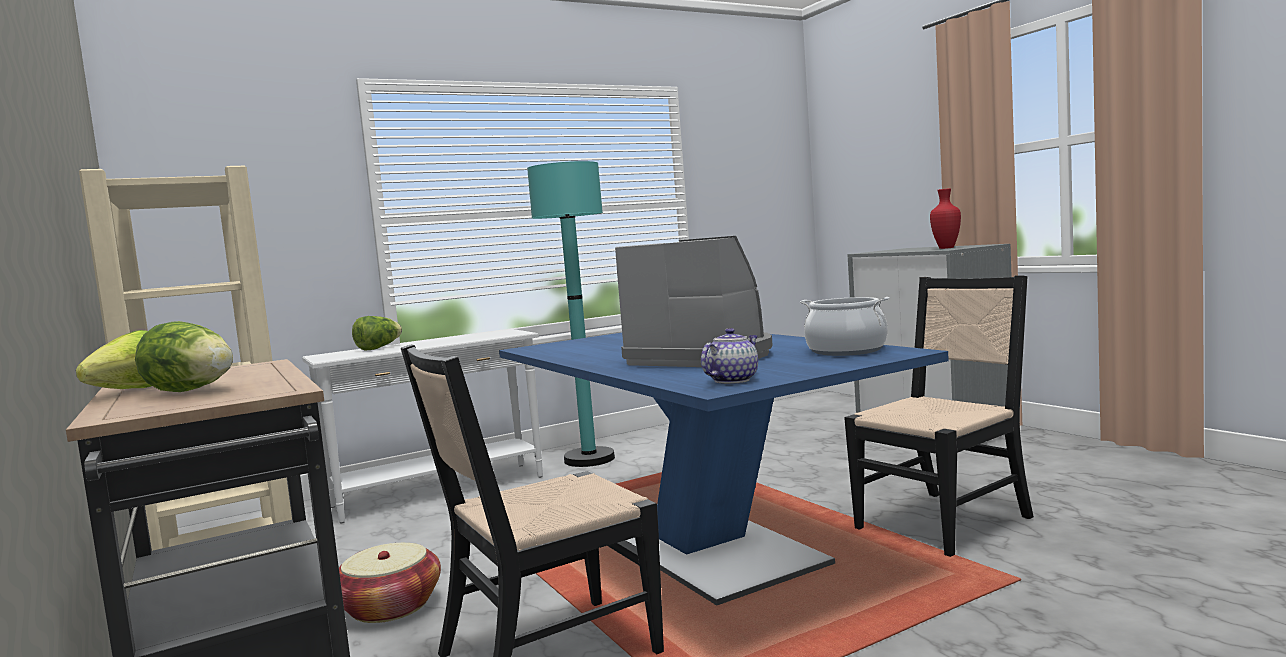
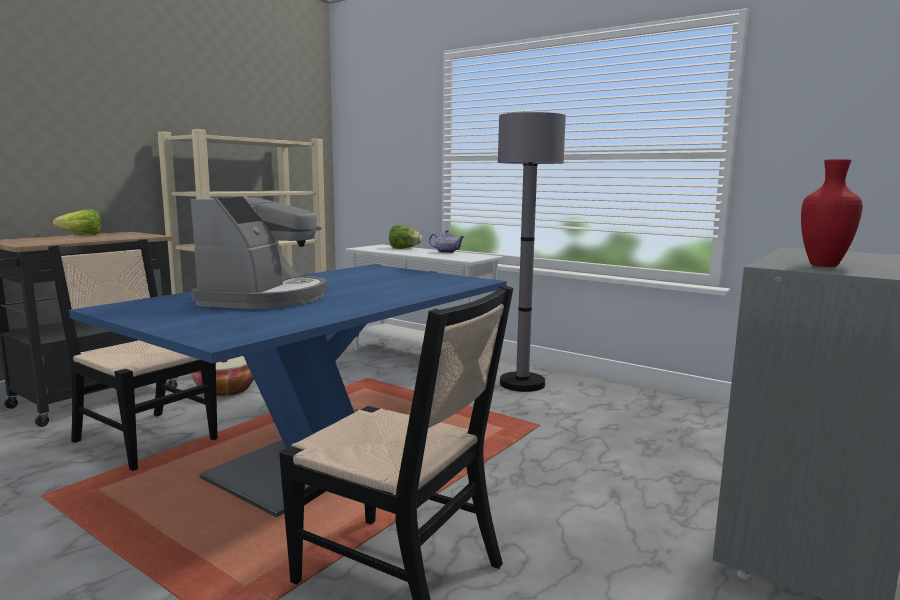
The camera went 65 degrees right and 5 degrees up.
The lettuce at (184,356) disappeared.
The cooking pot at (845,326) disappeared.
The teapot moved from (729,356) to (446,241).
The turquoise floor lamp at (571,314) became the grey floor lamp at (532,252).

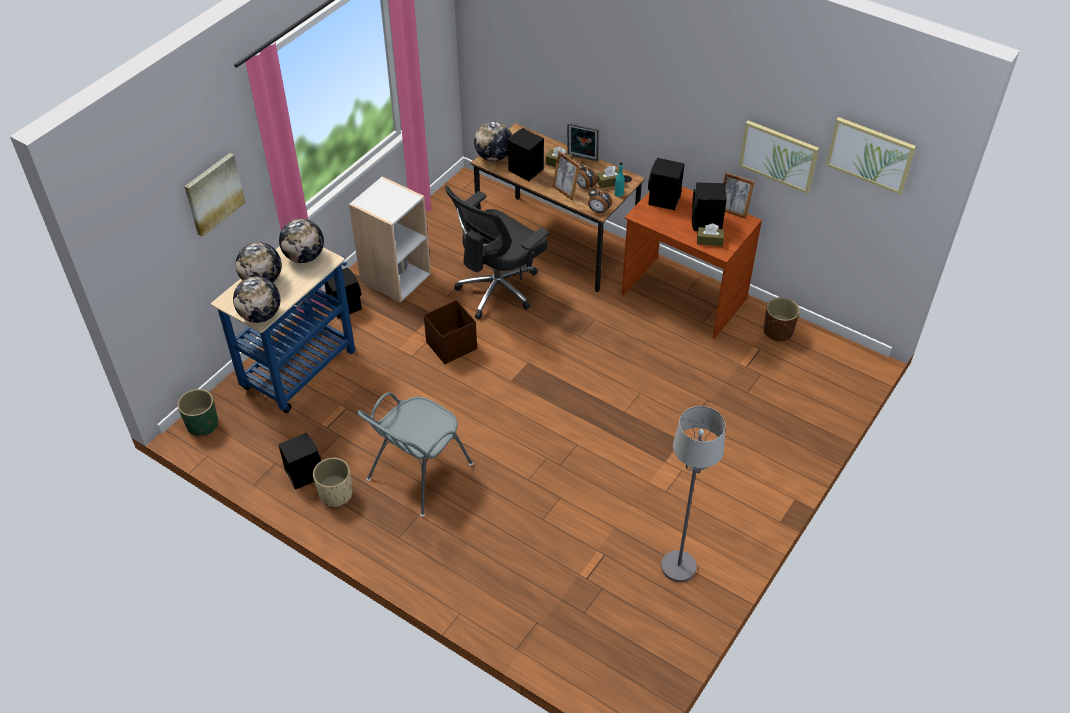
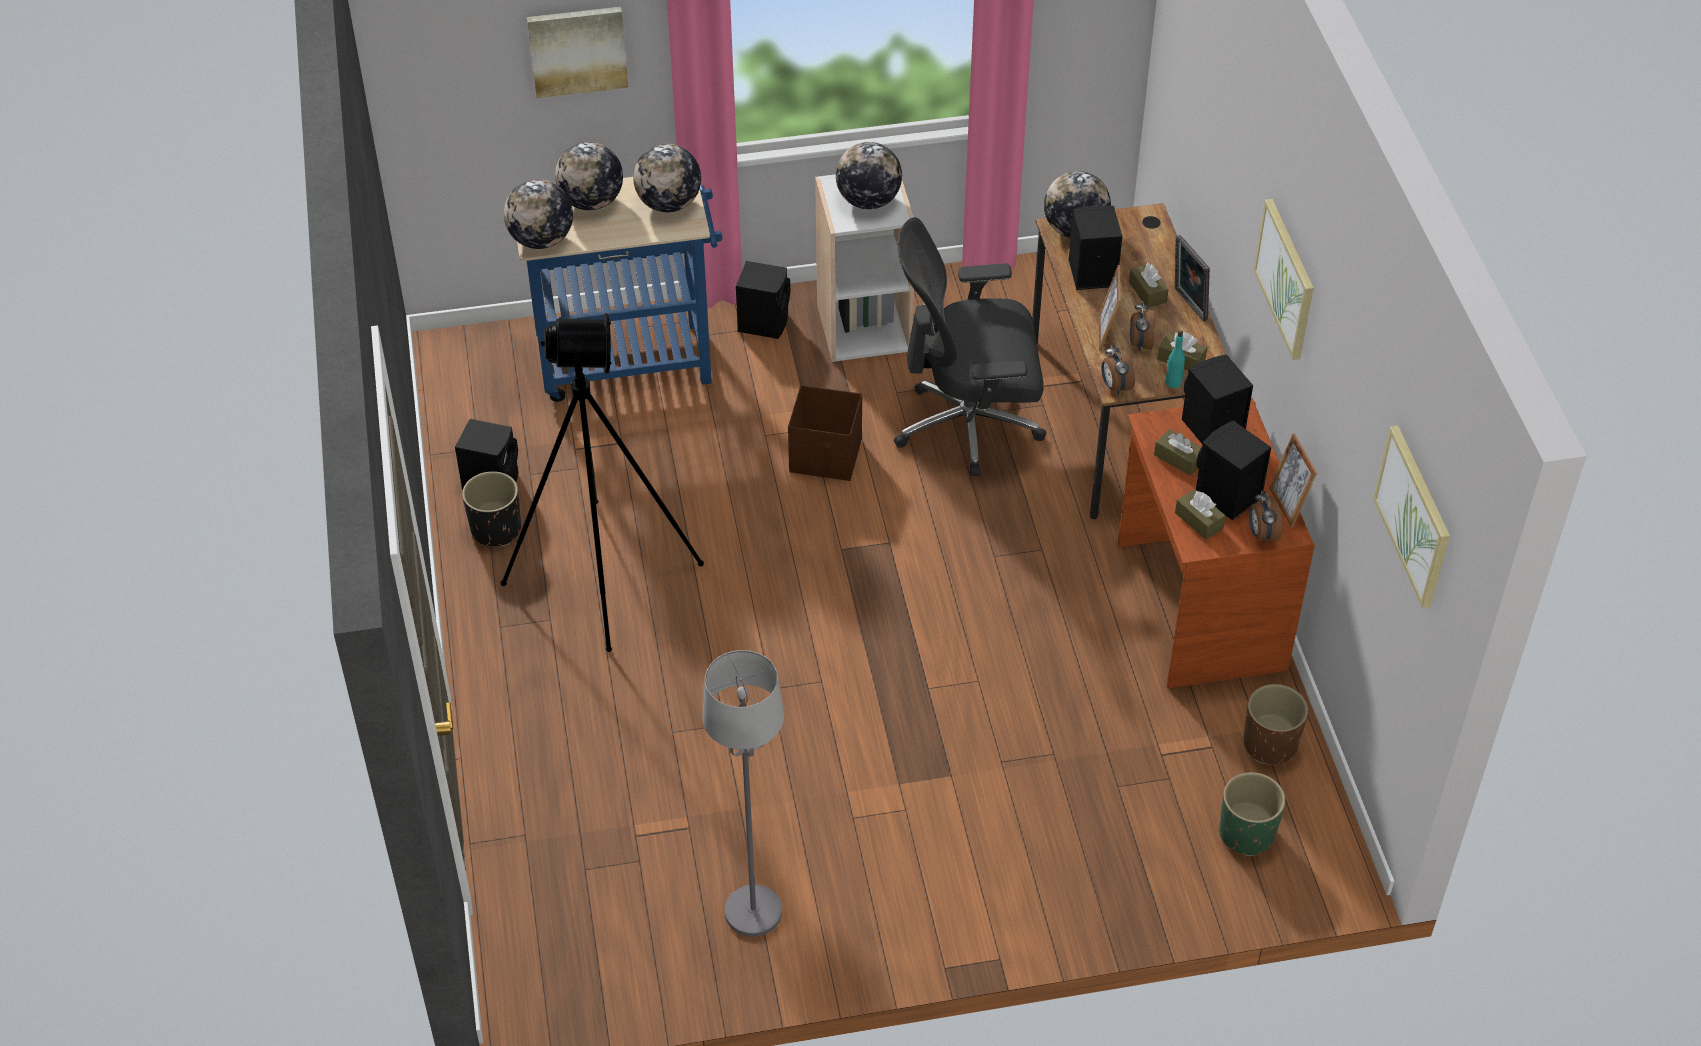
The camera went 45 degrees right and 0 degrees up.
The globe at (869,175) appeared.
The brown tissue box at (1177,452) appeared.
The alarm clock at (1266,517) appeared.
The green planter moved from (198,412) to (1252,814).
The picture moved from (779,157) to (1284,279).
The grey chair at (415,454) was replaced by the black floor lamp at (602,482).
The beige planter at (332,482) became the black planter at (491,509).

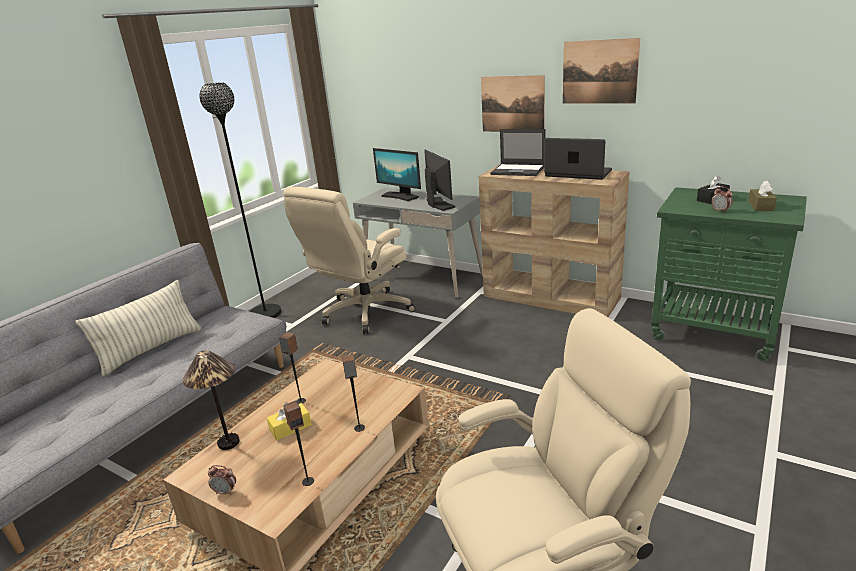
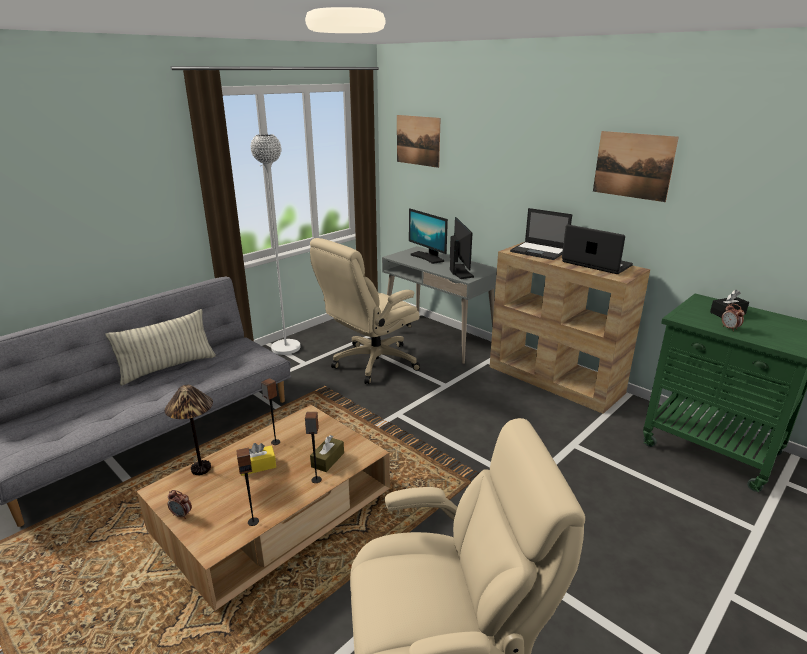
The camera went 10 degrees right and 0 degrees up.
The picture moved from (513,103) to (419,141).
The brown tissue box moved from (762,196) to (327,453).
The black floor lamp at (240,200) became the white floor lamp at (275,244).

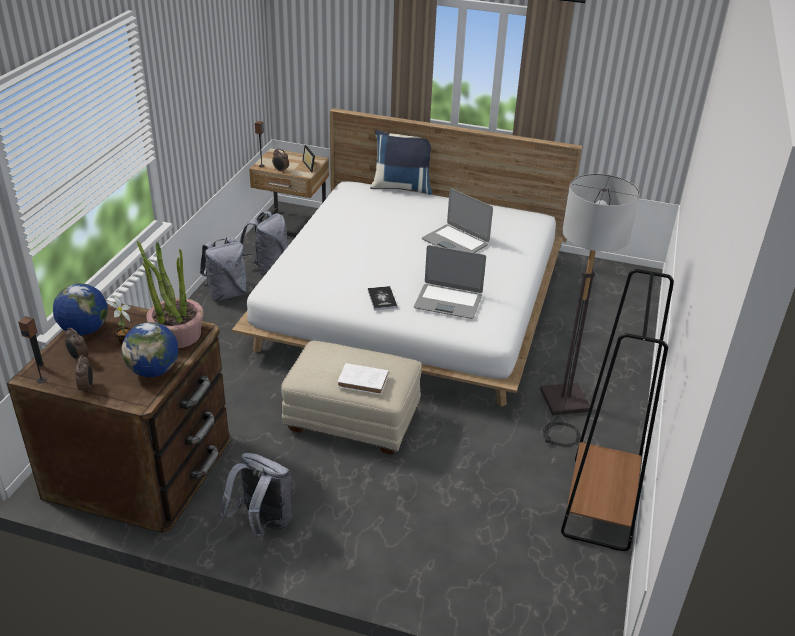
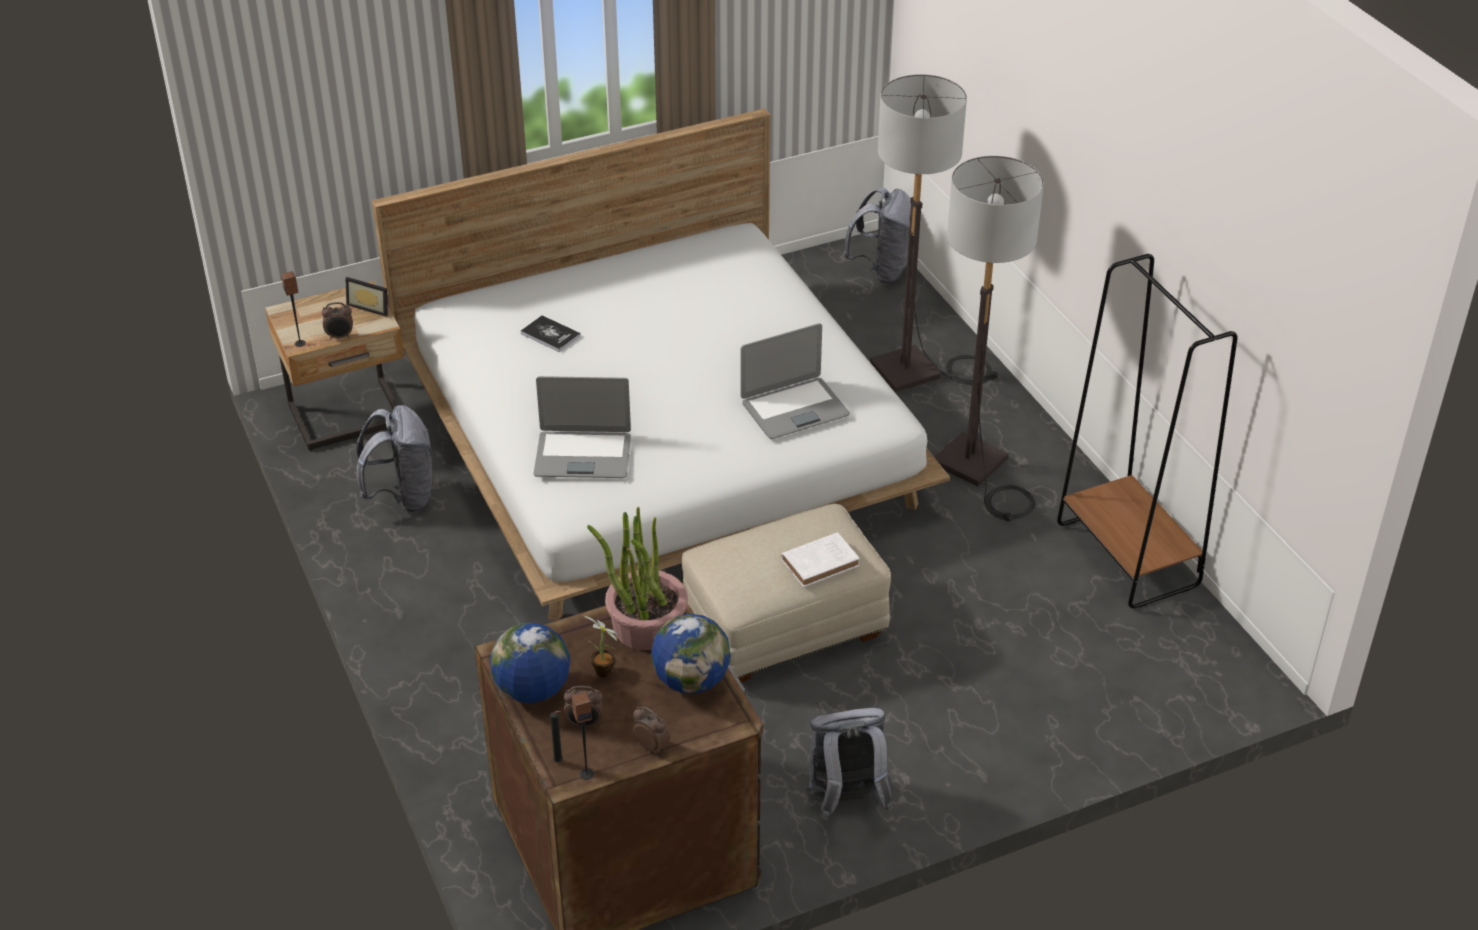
The camera went 40 degrees left and 5 degrees up.
The blue pillow at (401,162) disappeared.
The floor lamp at (934,233) appeared.
The grey backpack moved from (223,269) to (877,236).
The book moved from (382,298) to (551,333).
The laptop moved from (457,220) to (582,427).

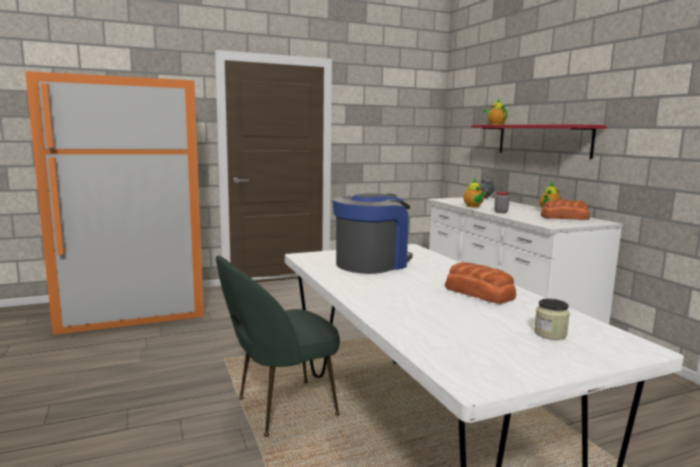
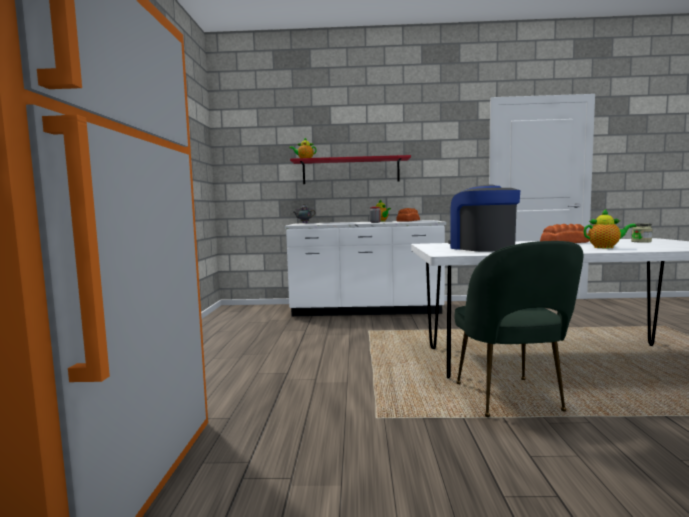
The camera went 65 degrees left and 5 degrees down.
The teapot moved from (474,193) to (609,228).

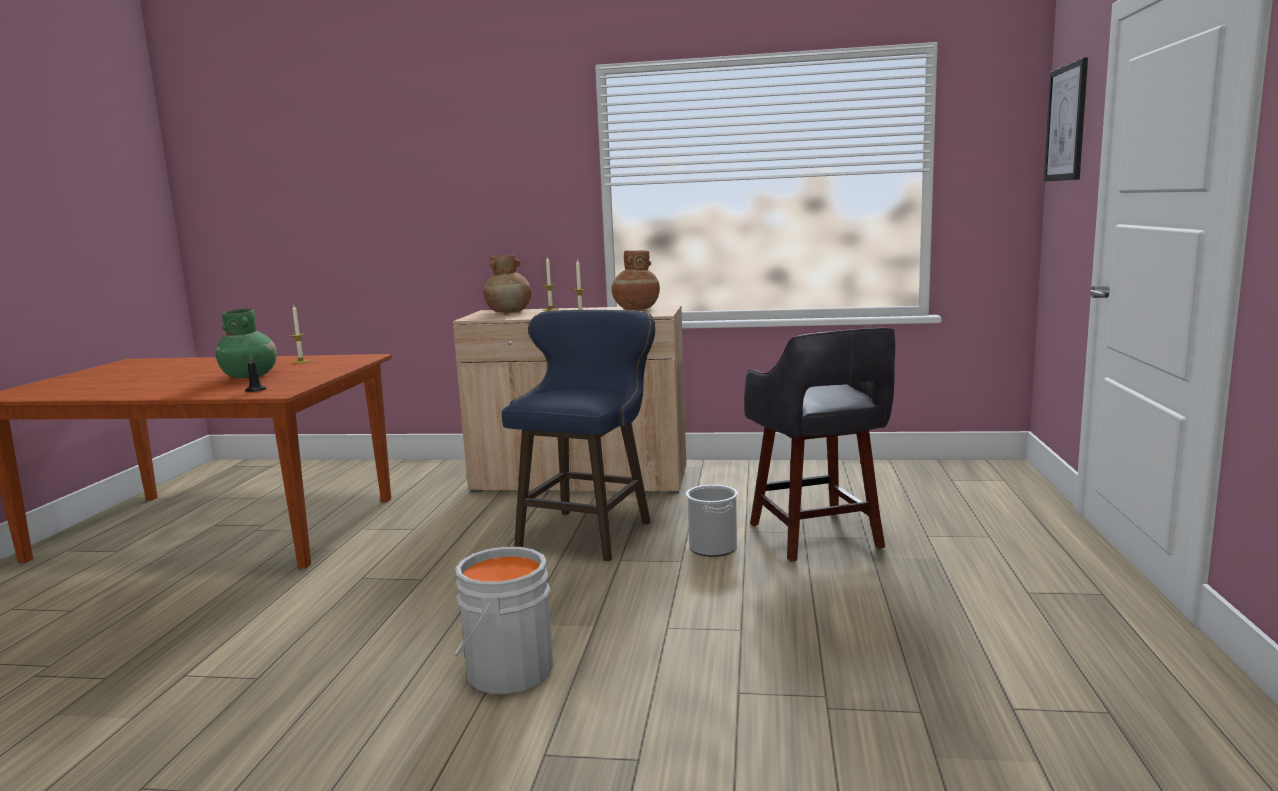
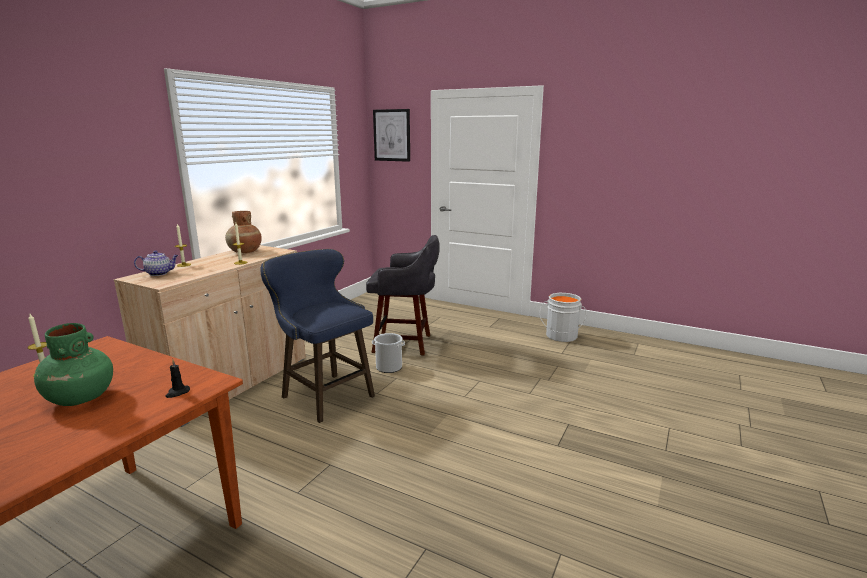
The camera went 70 degrees left and 5 degrees up.
The grey bucket moved from (503,620) to (563,317).
The brown vase at (507,283) was replaced by the teapot at (156,263).

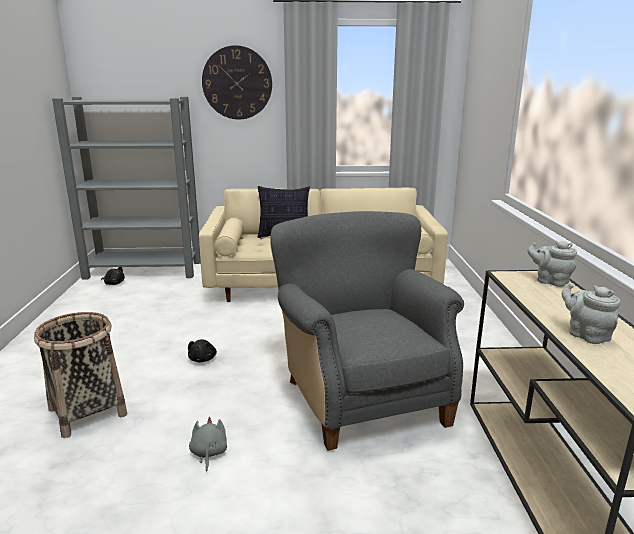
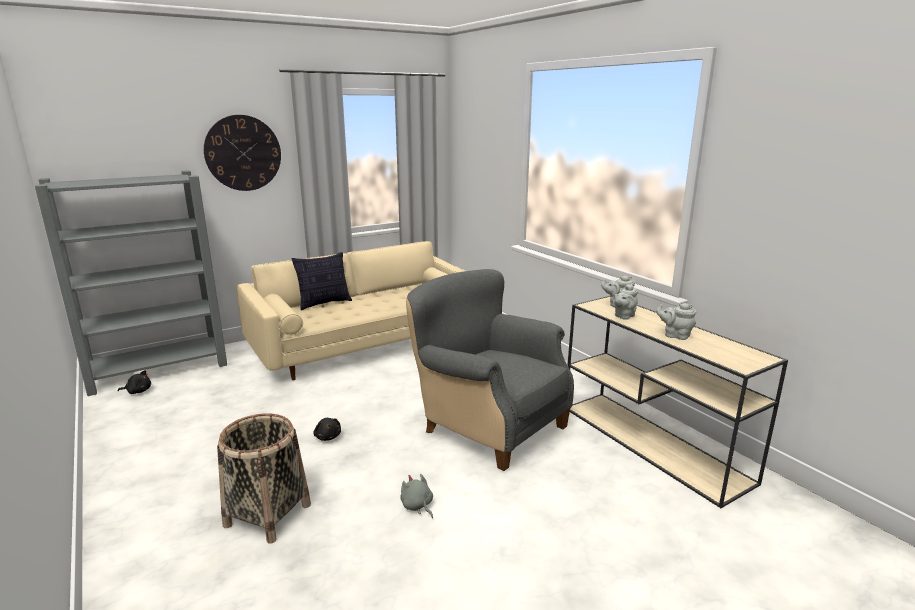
The camera went 30 degrees left and 0 degrees up.
The grey teapot at (625,302) appeared.

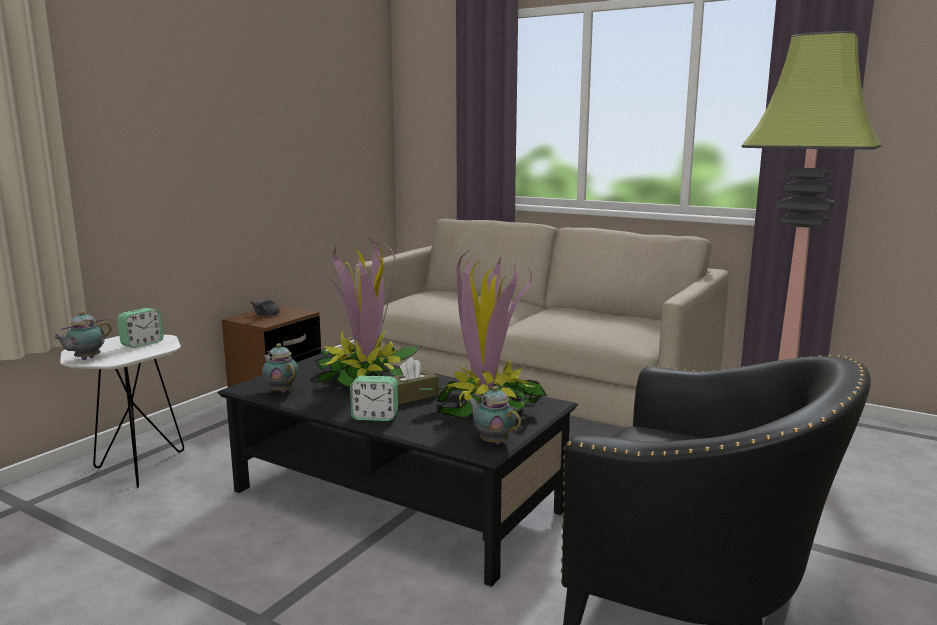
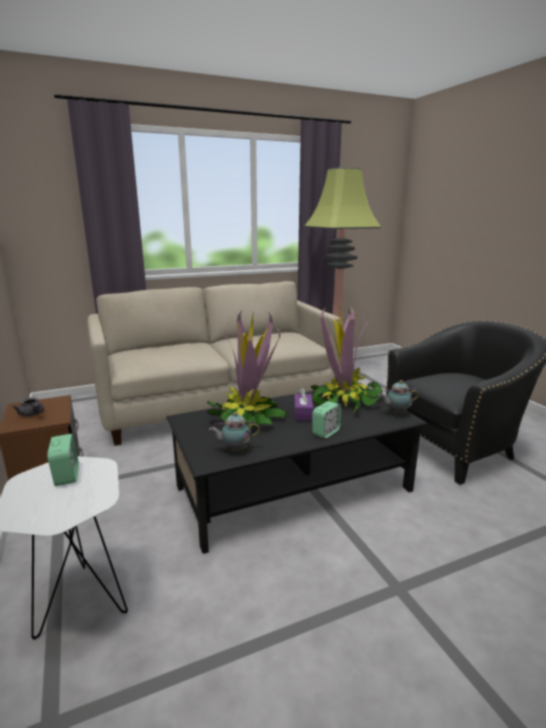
The camera went 55 degrees left and 5 degrees up.
The teapot at (82,335) disappeared.
The brown tissue box at (415,381) became the purple tissue box at (303,404).

